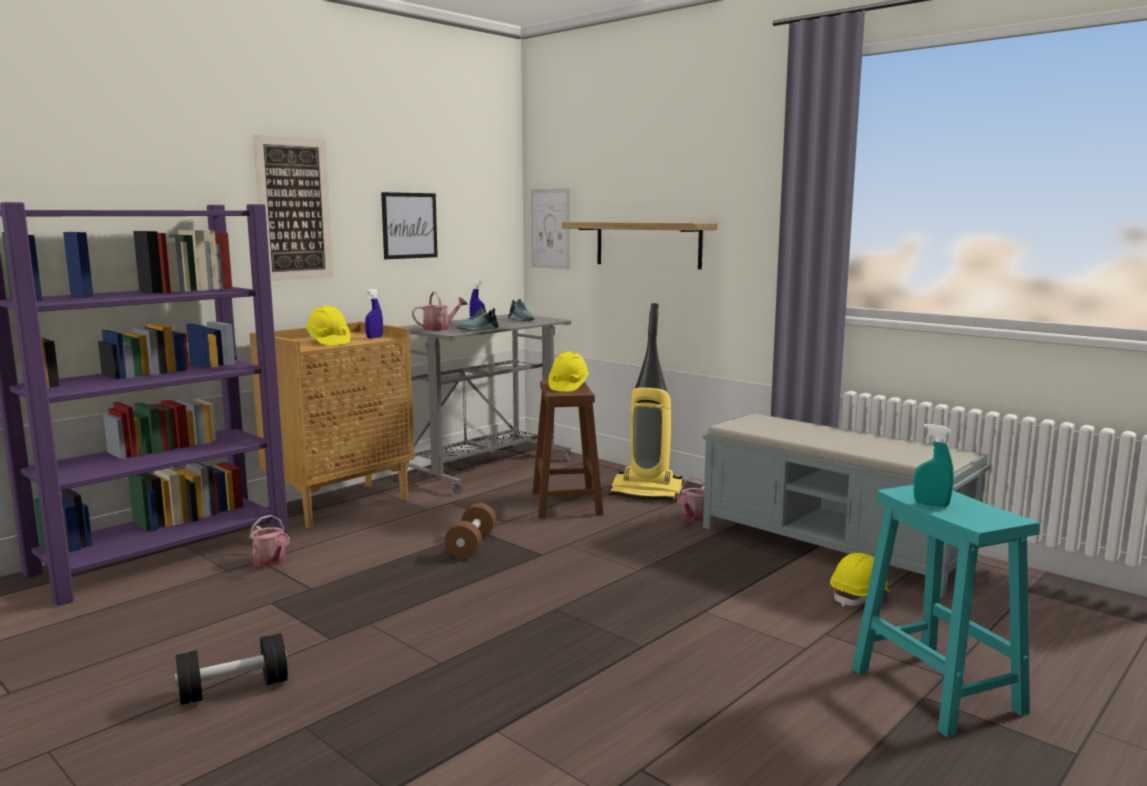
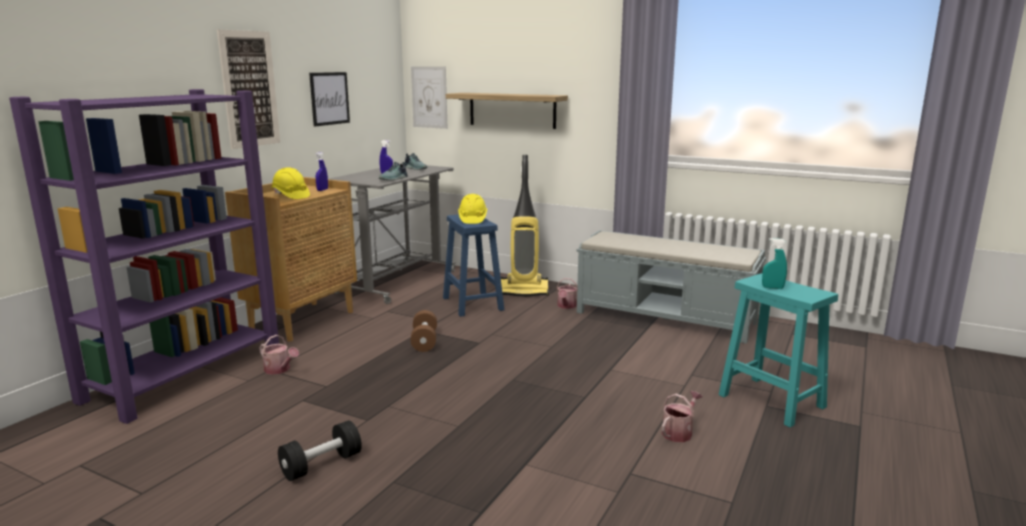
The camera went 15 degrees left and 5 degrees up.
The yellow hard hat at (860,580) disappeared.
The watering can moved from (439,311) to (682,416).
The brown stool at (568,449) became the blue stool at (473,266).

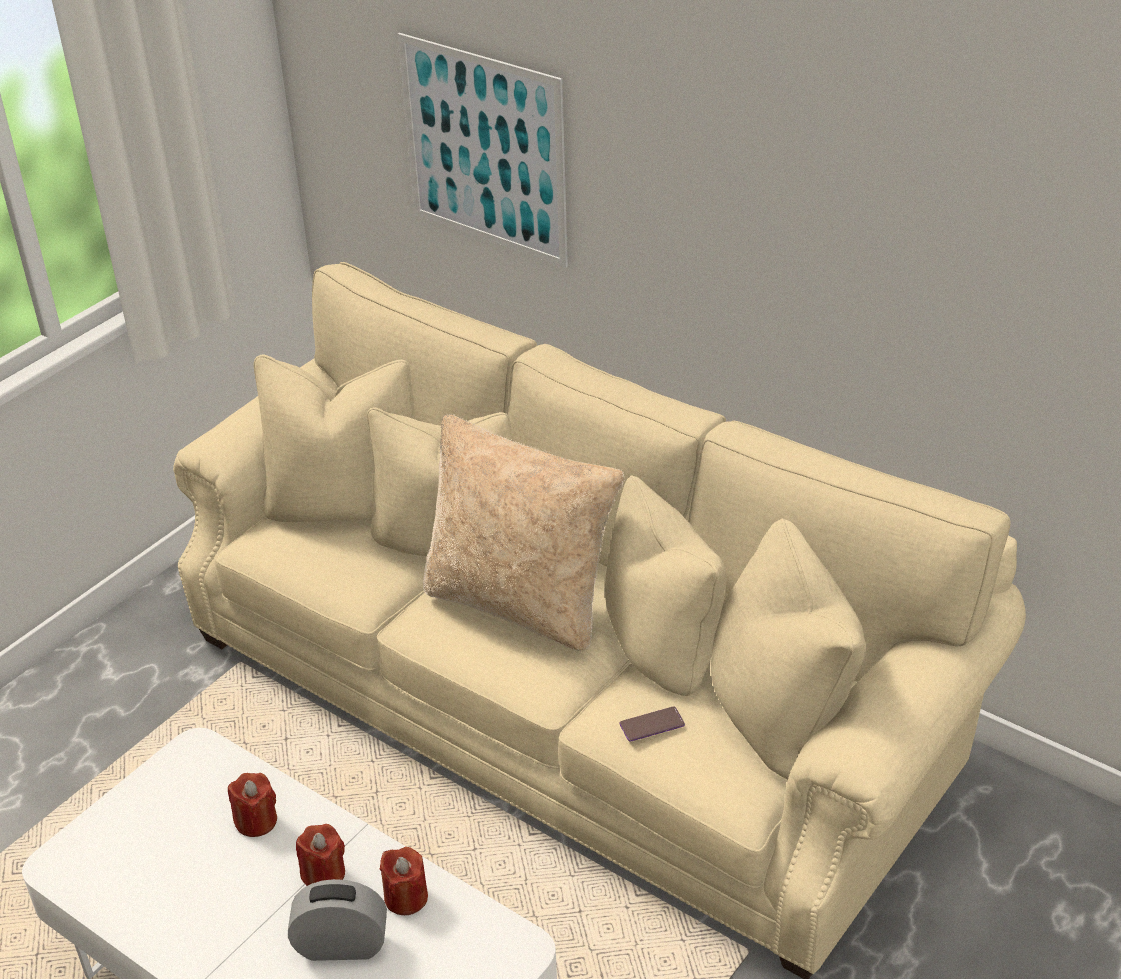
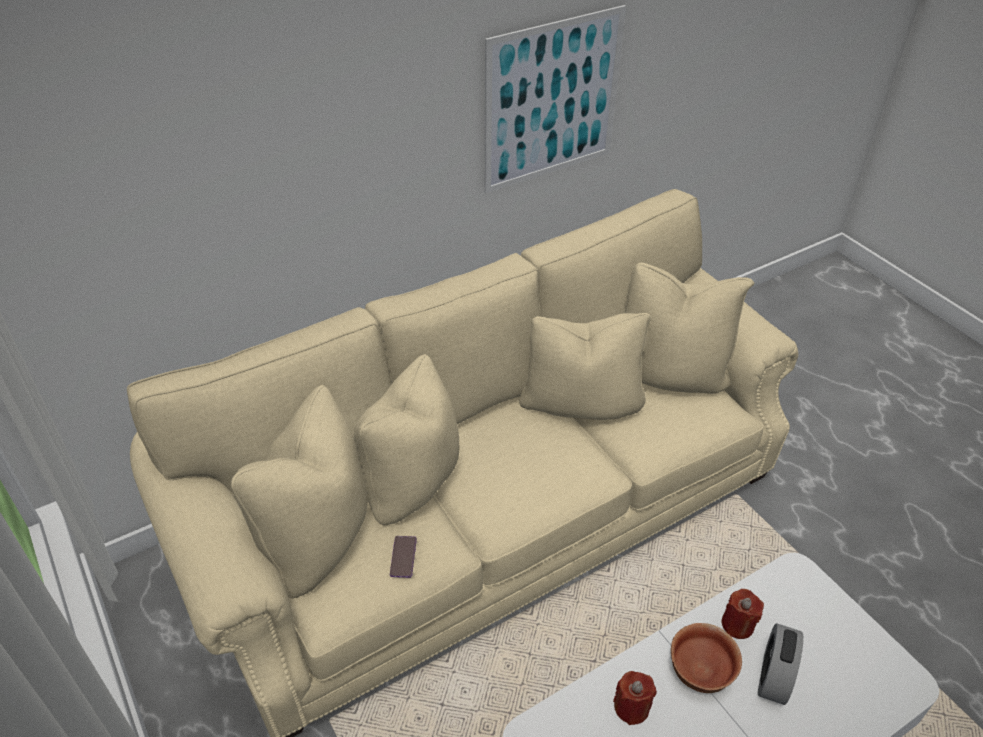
The camera went 70 degrees left and 5 degrees up.
The beige pillow at (524,532) disappeared.
The picture moved from (483,150) to (555,99).
The phone moved from (652,724) to (403,557).
The red candle at (320,855) was replaced by the bowl at (706,658).

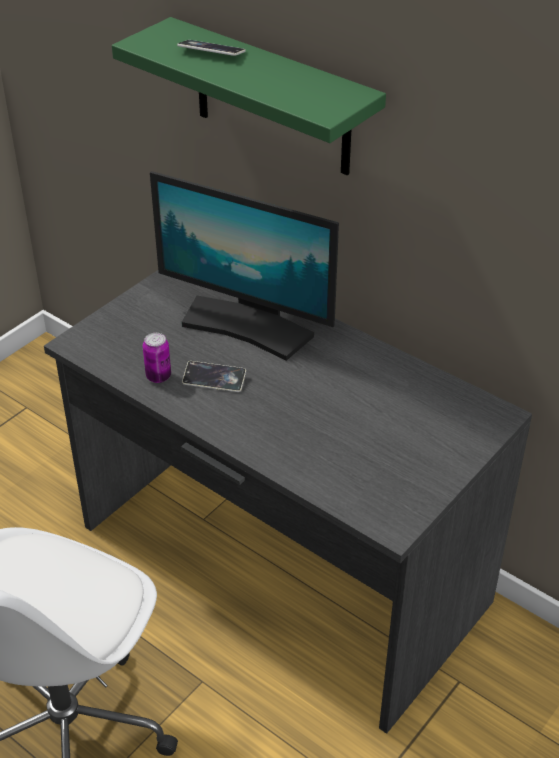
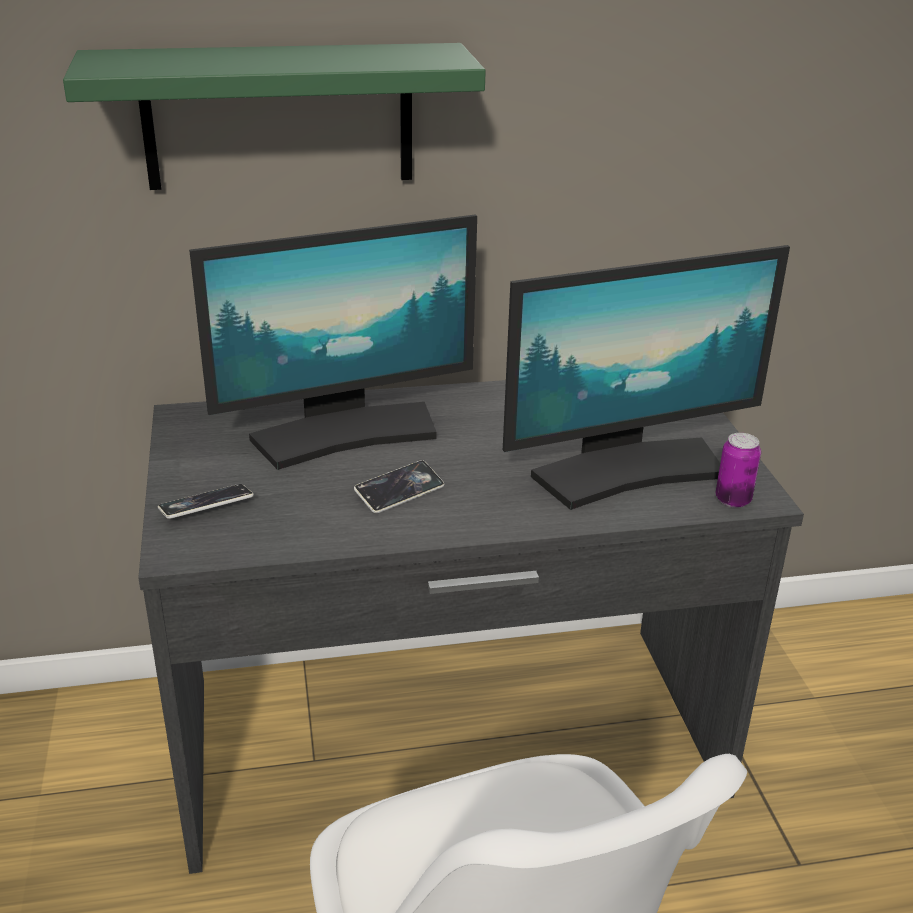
The camera went 50 degrees left and 10 degrees down.
The monitor at (646,377) appeared.
The can moved from (157,358) to (738,470).
The phone moved from (211,48) to (206,501).

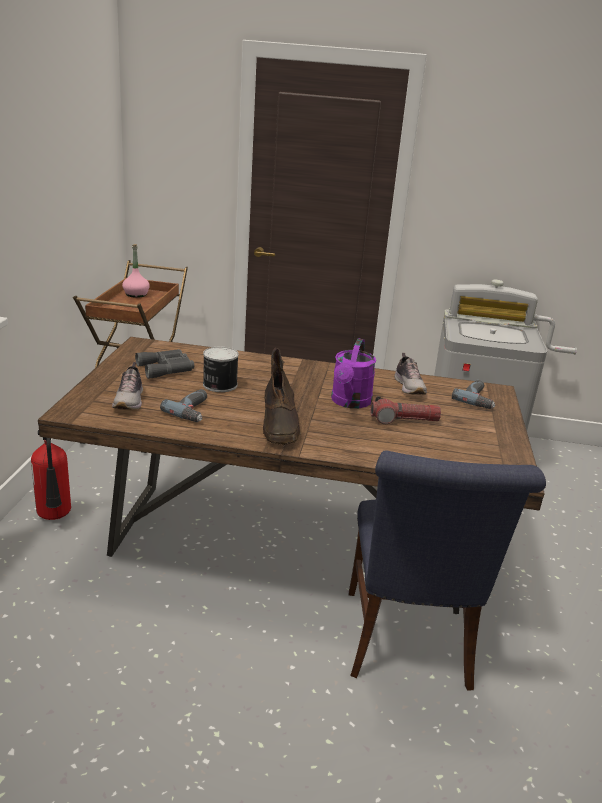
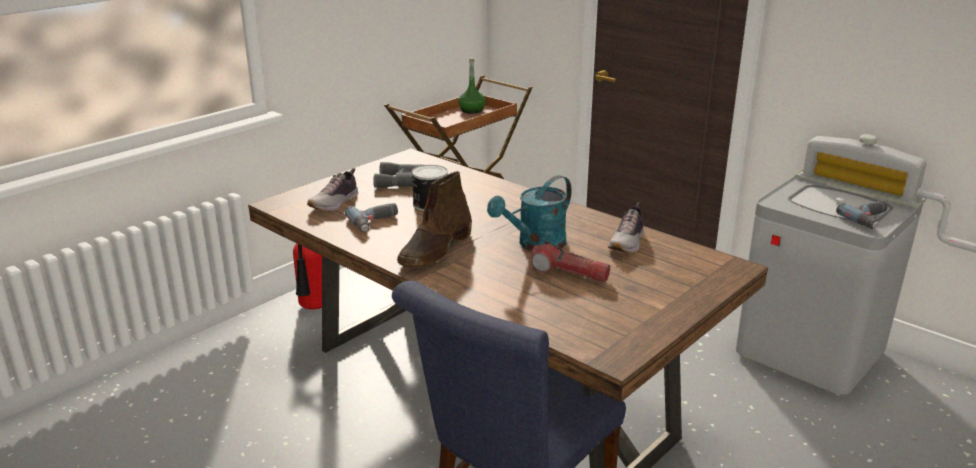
The camera went 35 degrees right and 0 degrees up.
The power drill moved from (473,394) to (861,214).
The pink bottle at (136,271) became the green bottle at (472,86).
The purple watering can at (353,373) became the turquoise watering can at (529,213).

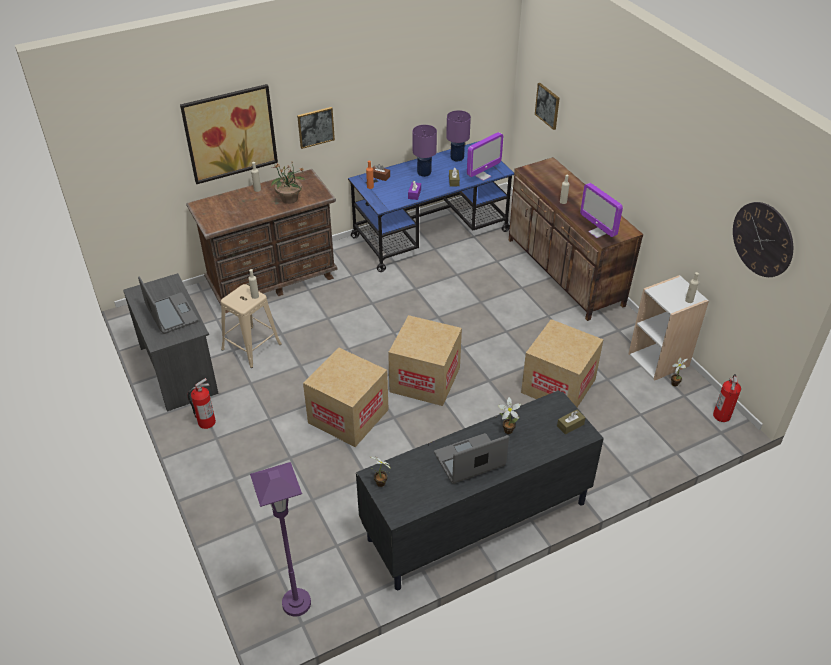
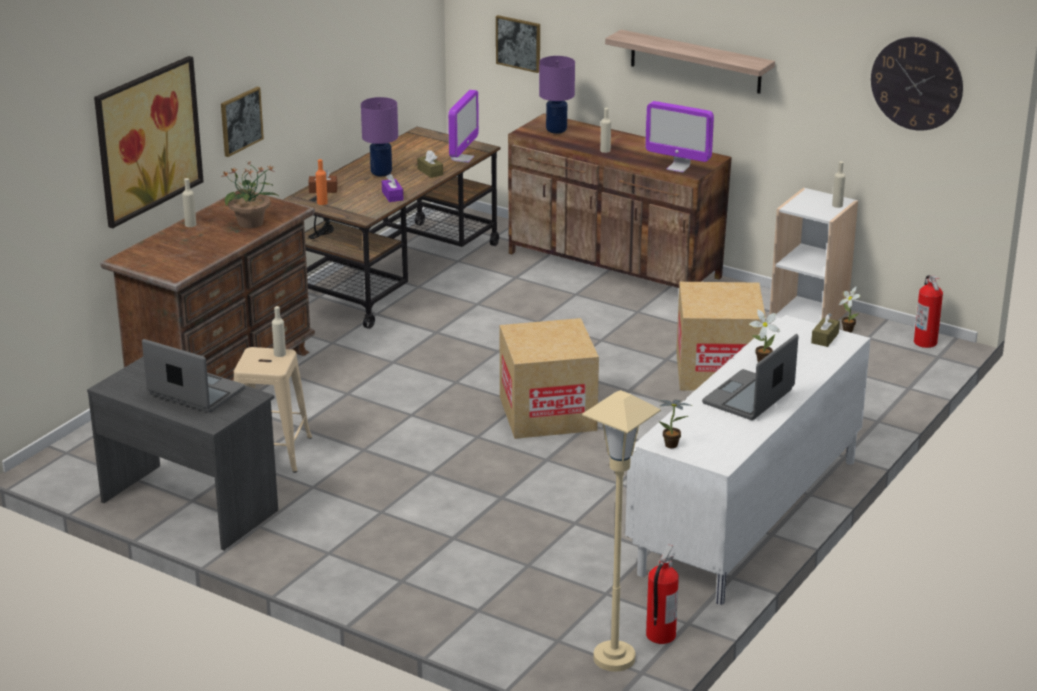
The camera went 30 degrees left and 15 degrees down.
The cardboard box at (346,397) disappeared.
The shelf at (690,62) appeared.
The fire extinguisher moved from (201,403) to (662,594).
The purple table lamp moved from (458,135) to (557,95).
The purple floor lamp at (280,539) became the beige floor lamp at (621,531).
The blue desk at (431,206) became the brown desk at (392,228).
The black cabinet at (480,490) became the white cabinet at (747,460).

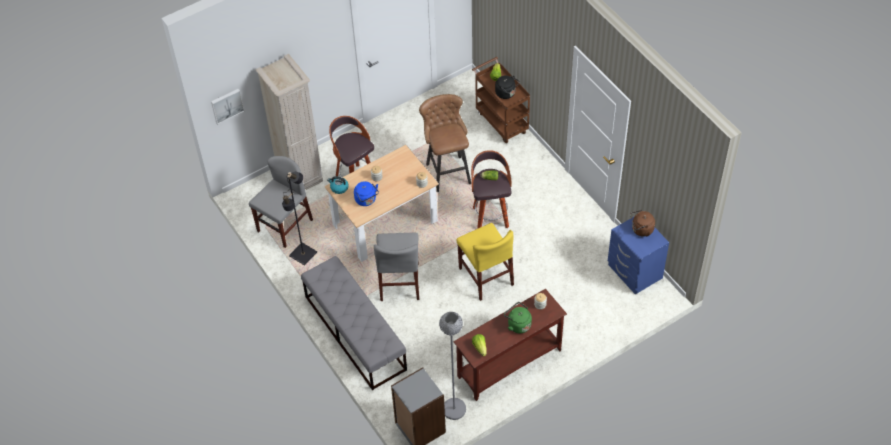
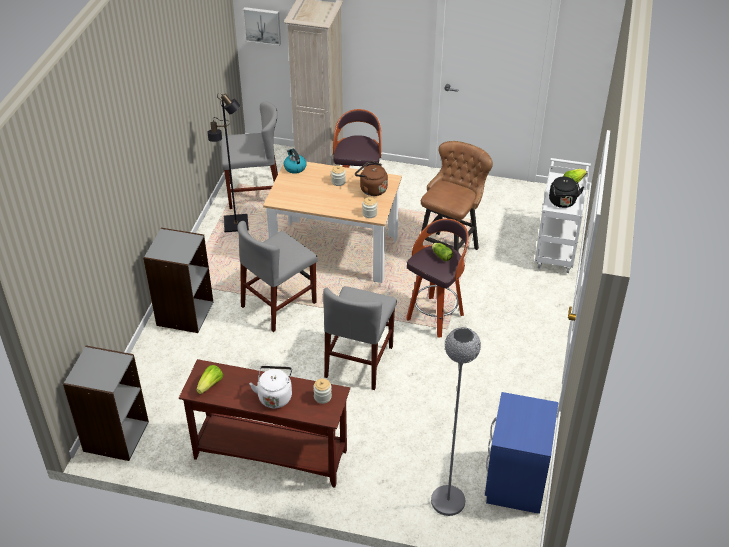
The camera went 45 degrees right and 10 degrees down.
The blue kettle at (366,193) disappeared.
The grey floor lamp moved from (452,366) to (456,421).
The brown kettle moved from (642,223) to (371,178).
The grey bench at (354,323) was replaced by the grey bookcase at (178,280).
The yellow chair at (485,262) became the grey chair at (360,338).
The brown cart at (501,100) became the white cart at (563,215).
The green kettle at (518,317) became the white kettle at (270,387).

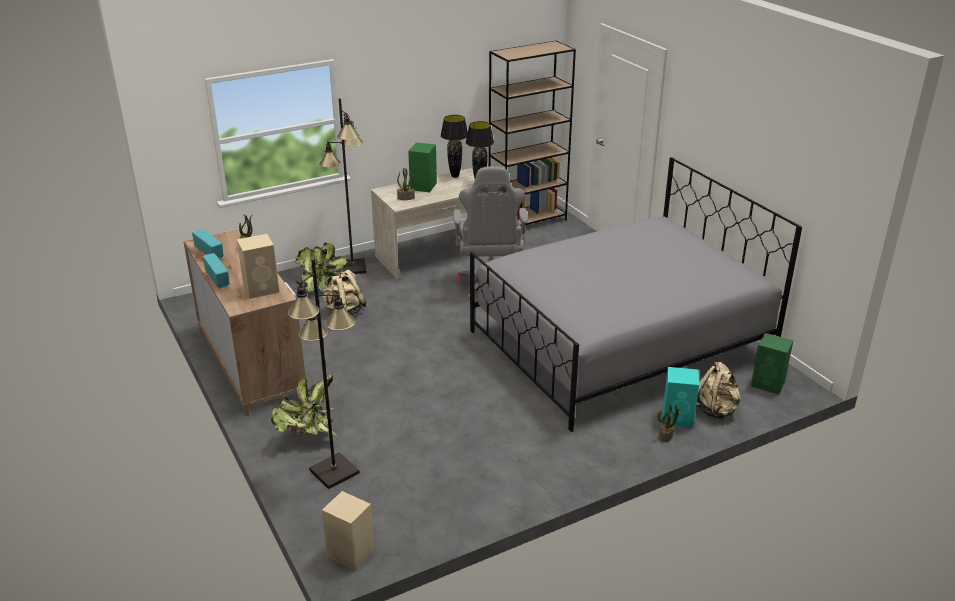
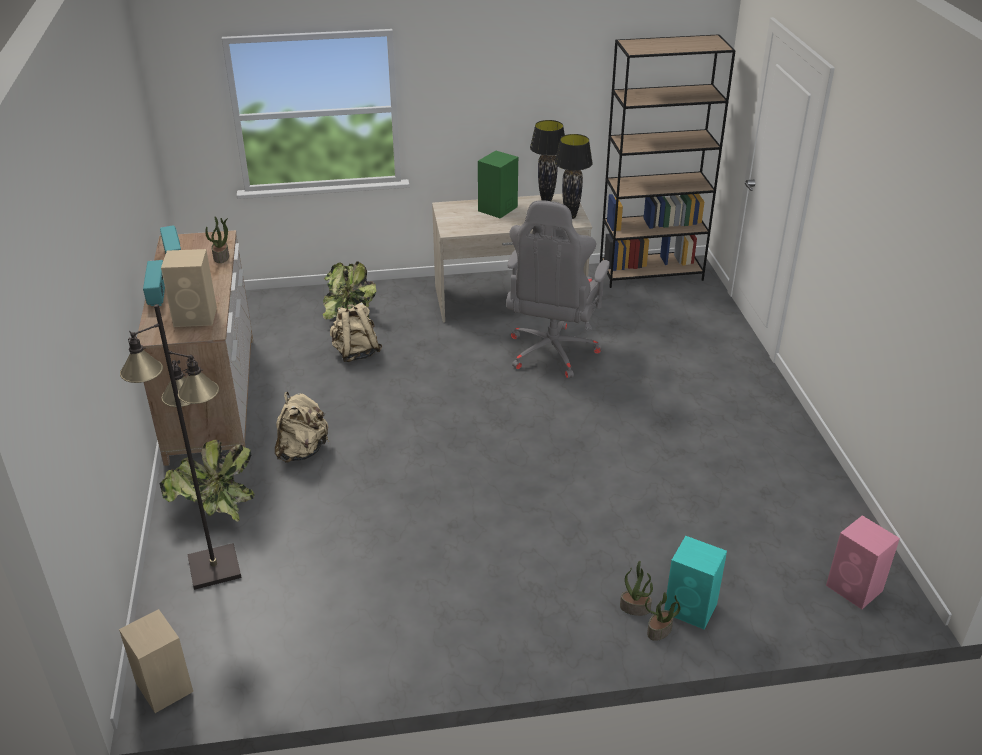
The camera went 20 degrees right and 5 degrees up.
The black floor lamp at (343,186) disappeared.
The grey bed at (636,294) disappeared.
The potted plant moved from (406,184) to (636,588).
The beige backpack moved from (718,391) to (302,427).
The green speaker at (772,364) became the pink speaker at (863,562).

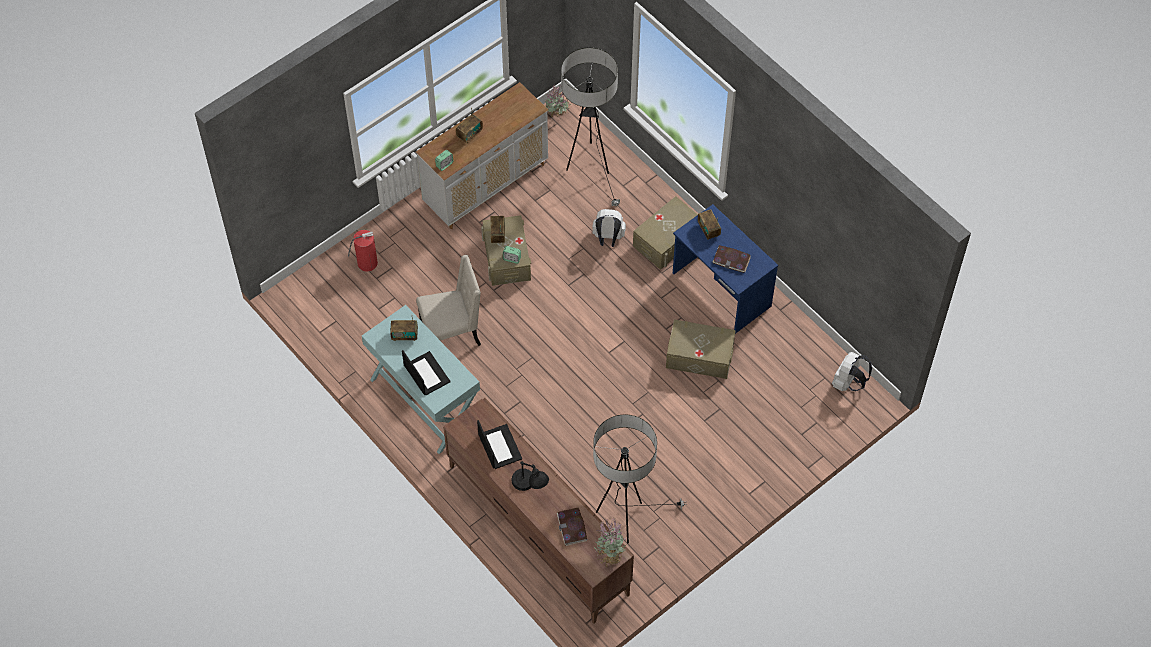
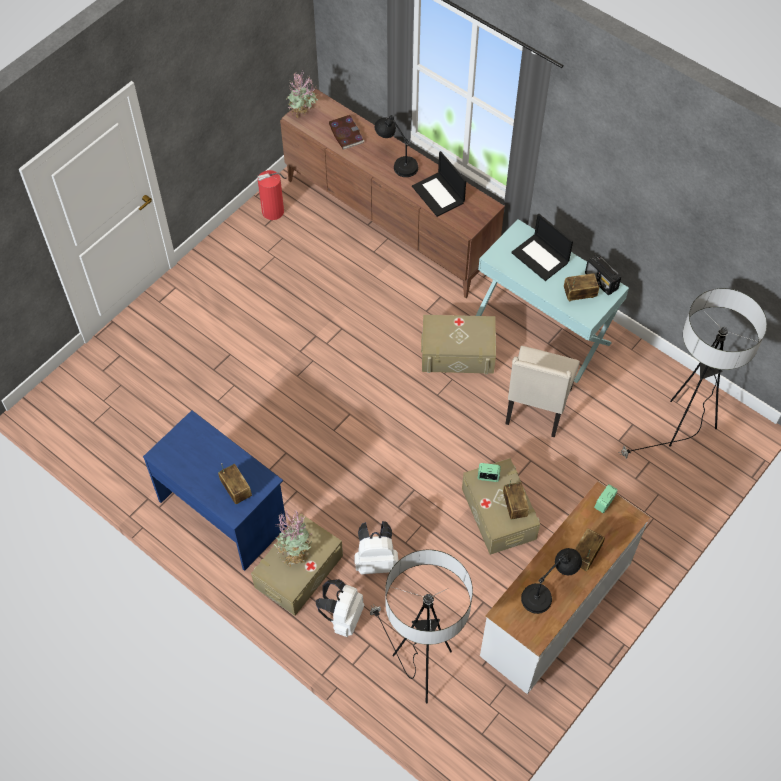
The camera went 170 degrees right and 0 degrees up.
The book at (732,259) disappeared.
The black table lamp at (551,581) appeared.
The radio at (603,274) appeared.
The fire extinguisher moved from (363,250) to (272,195).
The potted plant moved from (557,101) to (293,538).
The floor lamp moved from (639,479) to (692,373).
The beige storage box moved from (701,349) to (458,344).
The white backpack moved from (852,371) to (340,608).
The beige chair at (448,300) turned 45 degrees counterclockwise.

